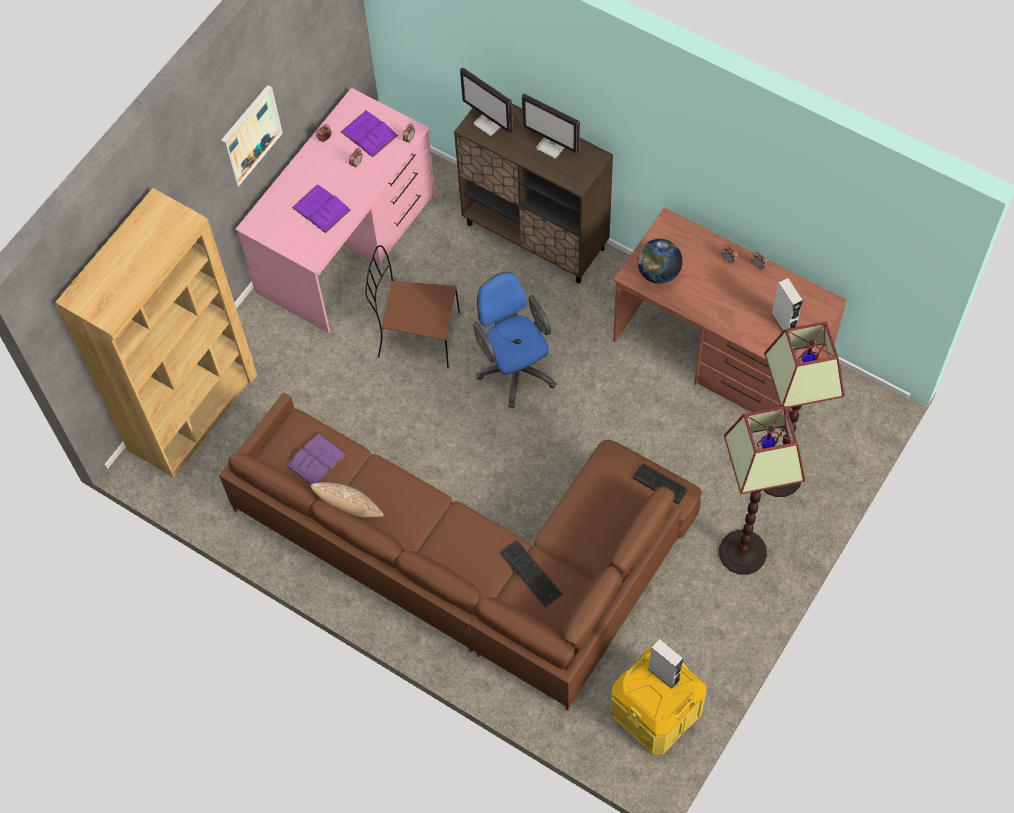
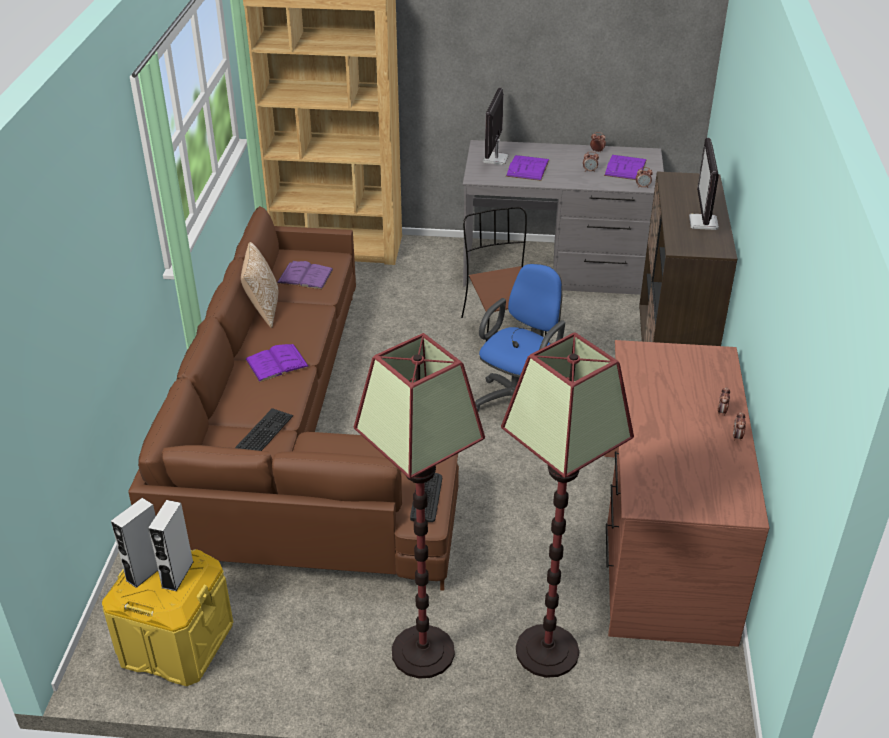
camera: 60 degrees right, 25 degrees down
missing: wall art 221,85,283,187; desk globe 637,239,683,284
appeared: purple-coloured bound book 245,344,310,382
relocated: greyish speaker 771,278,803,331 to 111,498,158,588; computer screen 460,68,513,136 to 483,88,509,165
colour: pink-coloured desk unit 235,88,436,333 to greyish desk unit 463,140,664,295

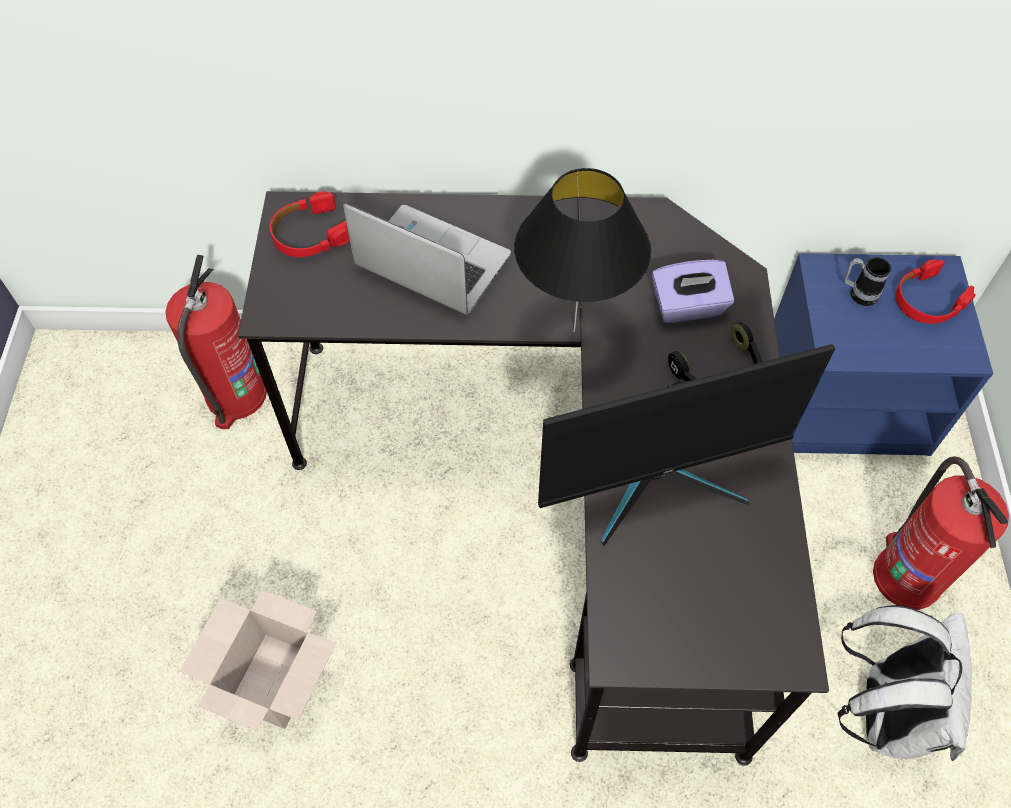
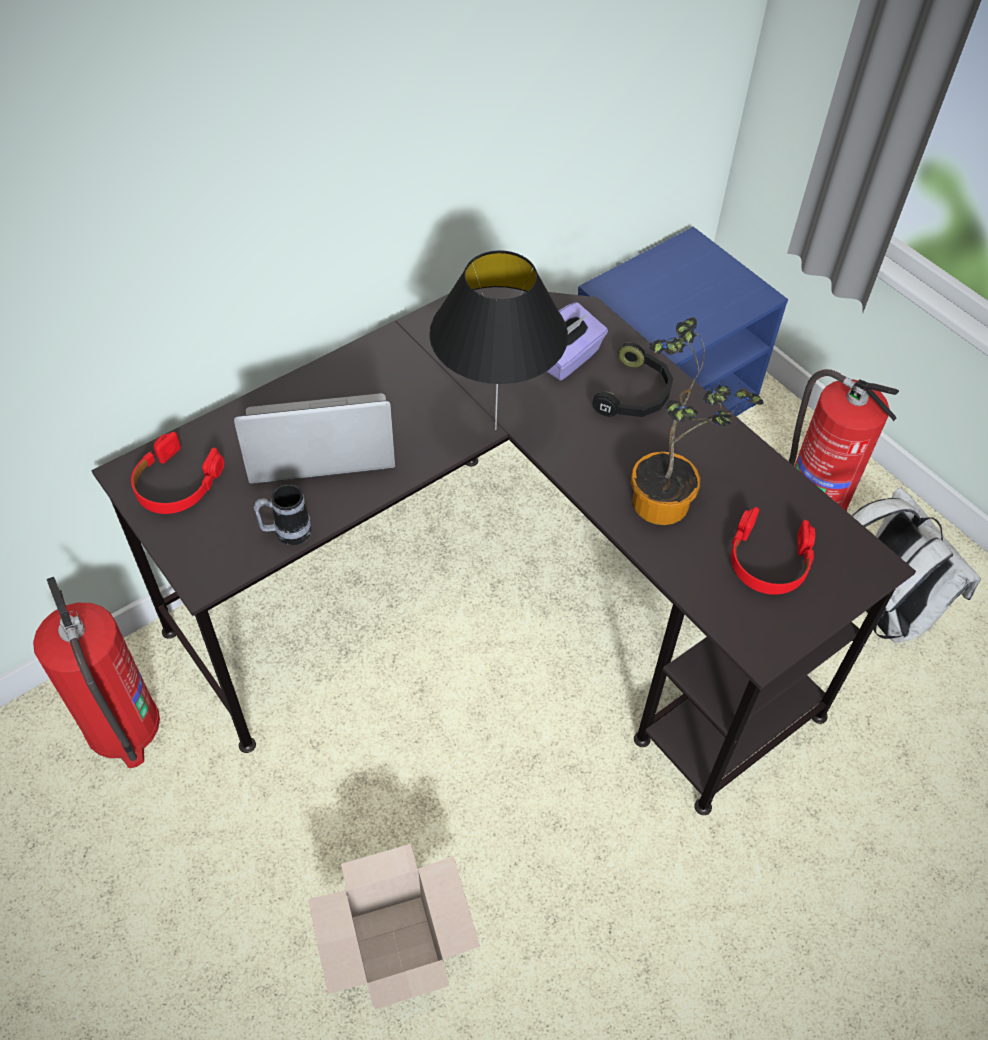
camera: 40 degrees left, 5 degrees down
relocated: coffee mug 844,257,891,306 to 254,484,312,545; red-coloured headset 896,259,976,324 to 731,507,815,595
exchanged: computer screen 538,344,835,546 to potted plant 631,317,764,525

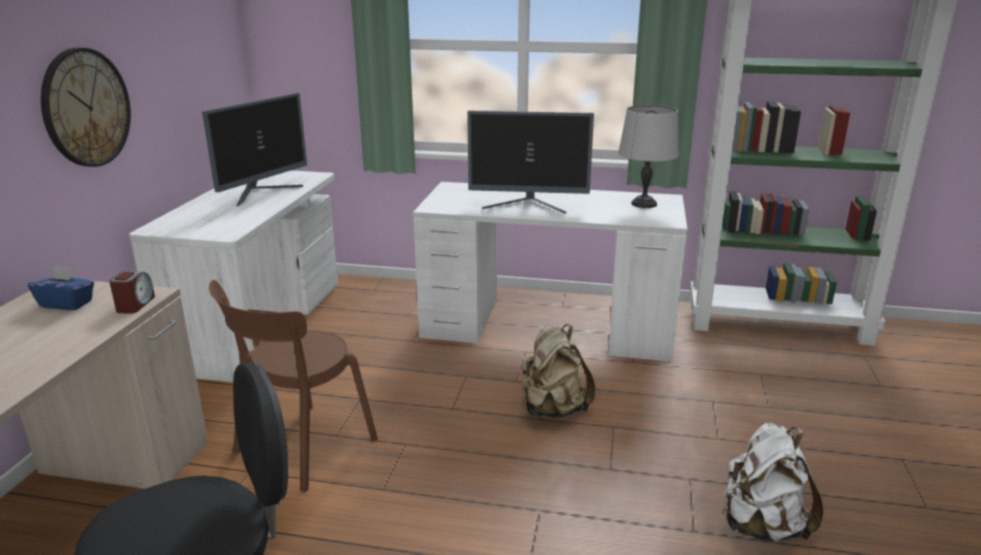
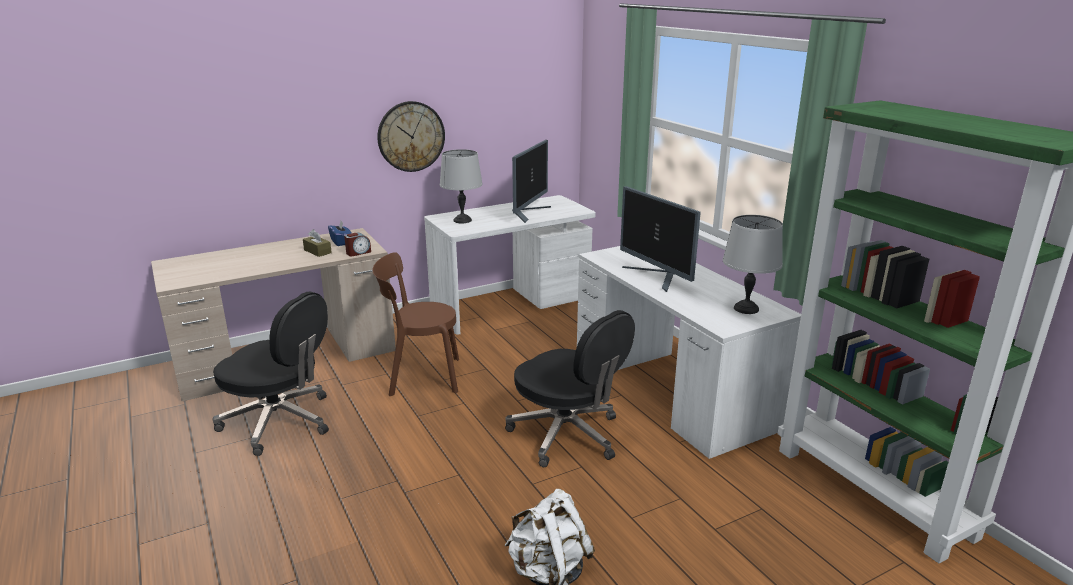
camera: 50 degrees right, 0 degrees up
appeared: brown tissue holder 303,229,332,257; greyish table lamp 440,149,483,223
exchanged: beige-coloured knapsack 522,324,595,418 to black office chair 505,310,635,467
spun: computer screen 202,93,307,207 = 512,140,551,223 60 degrees counterclockwise

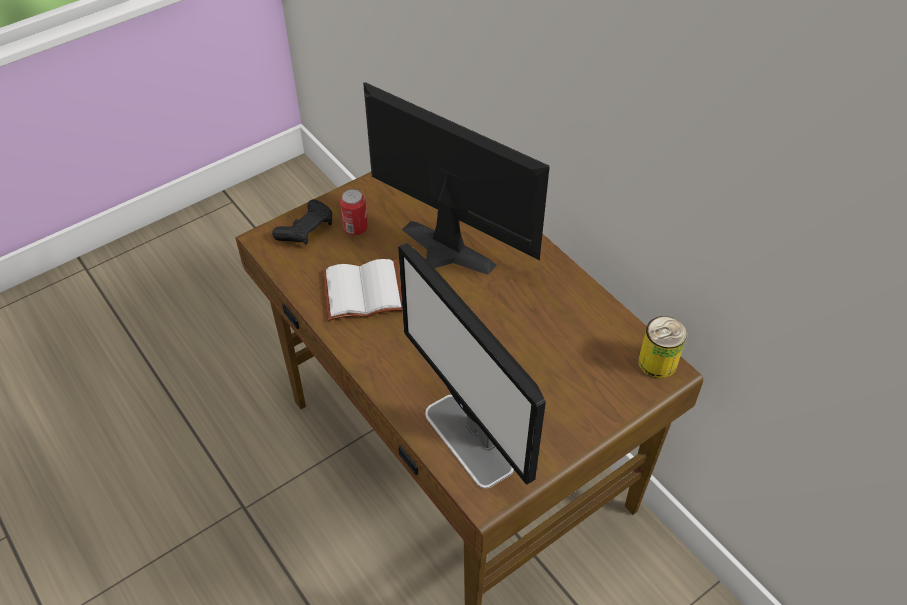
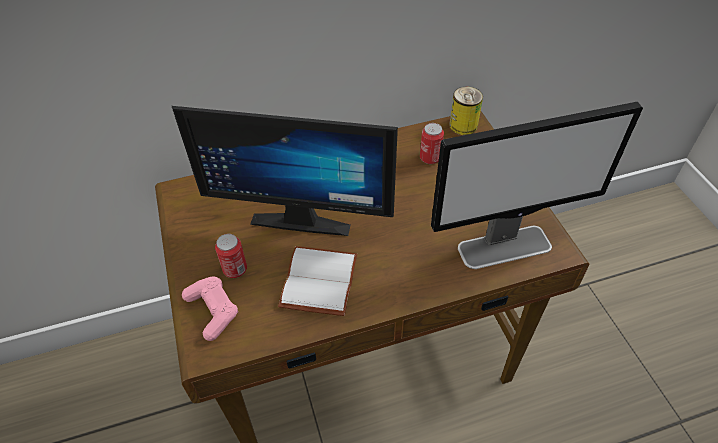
camera: 70 degrees left, 0 degrees up
appeared: can 420,123,444,164
colour: black gamepad 272,199,332,245 to pink-coloured gamepad 182,276,238,341
spun: computer screen 363,83,549,275 = 172,106,398,236 135 degrees counterclockwise

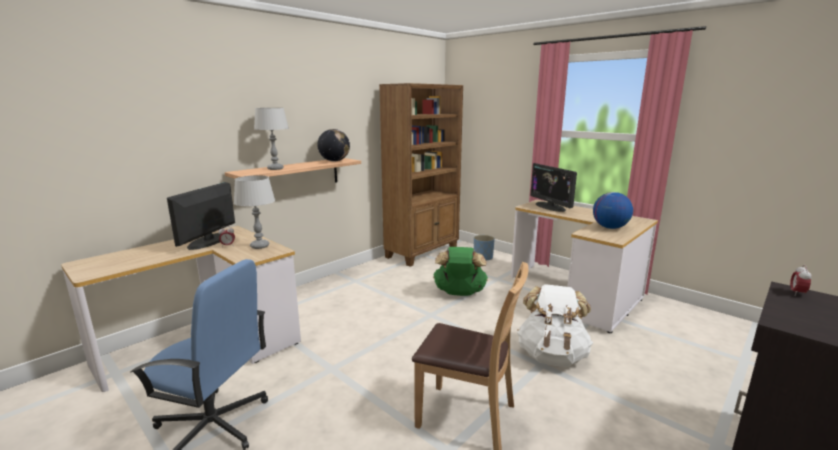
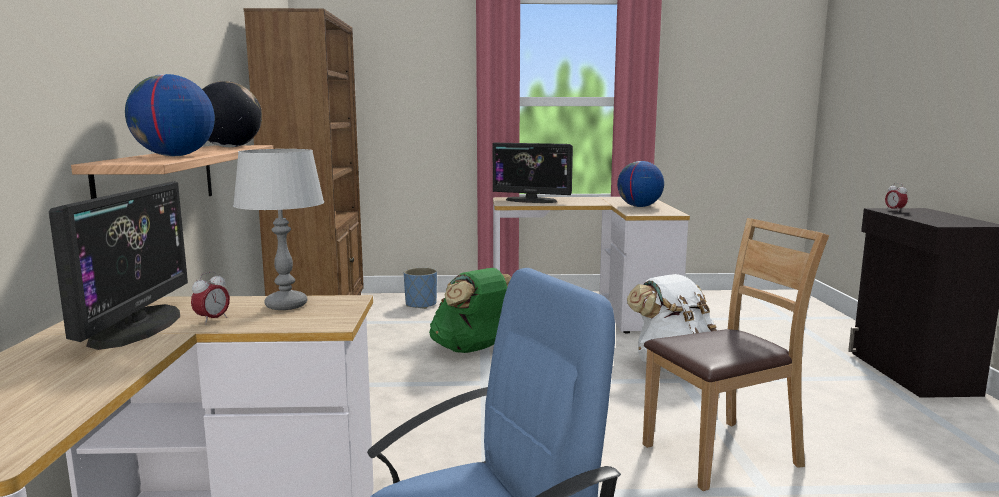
camera: 45 degrees left, 5 degrees down
exchanged: greyish table lamp 254,108,289,170 to desk globe 125,74,215,156
spun: computer screen 167,182,235,250 = 49,181,188,350 150 degrees counterclockwise

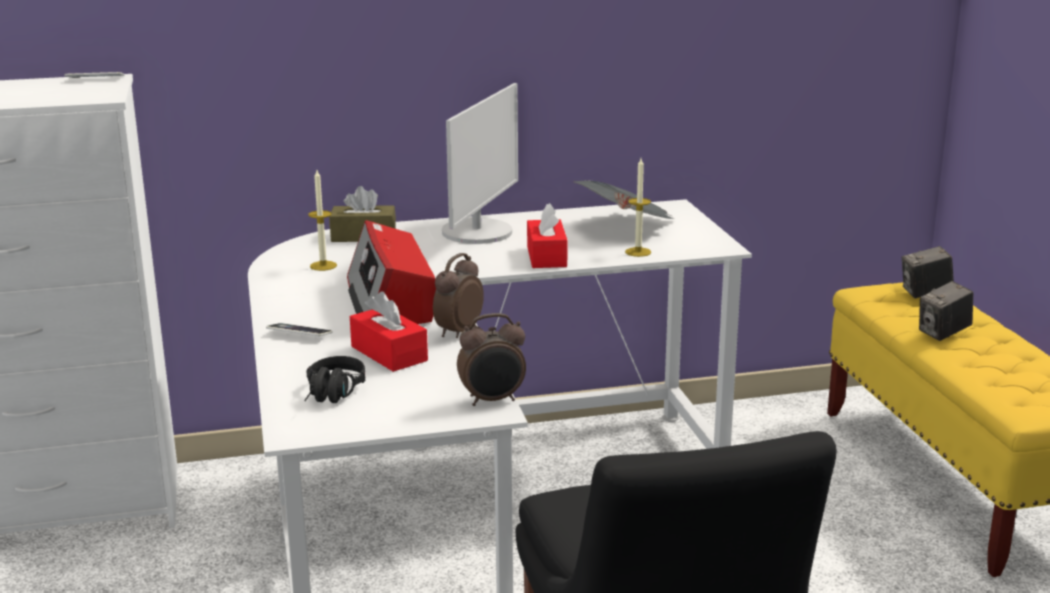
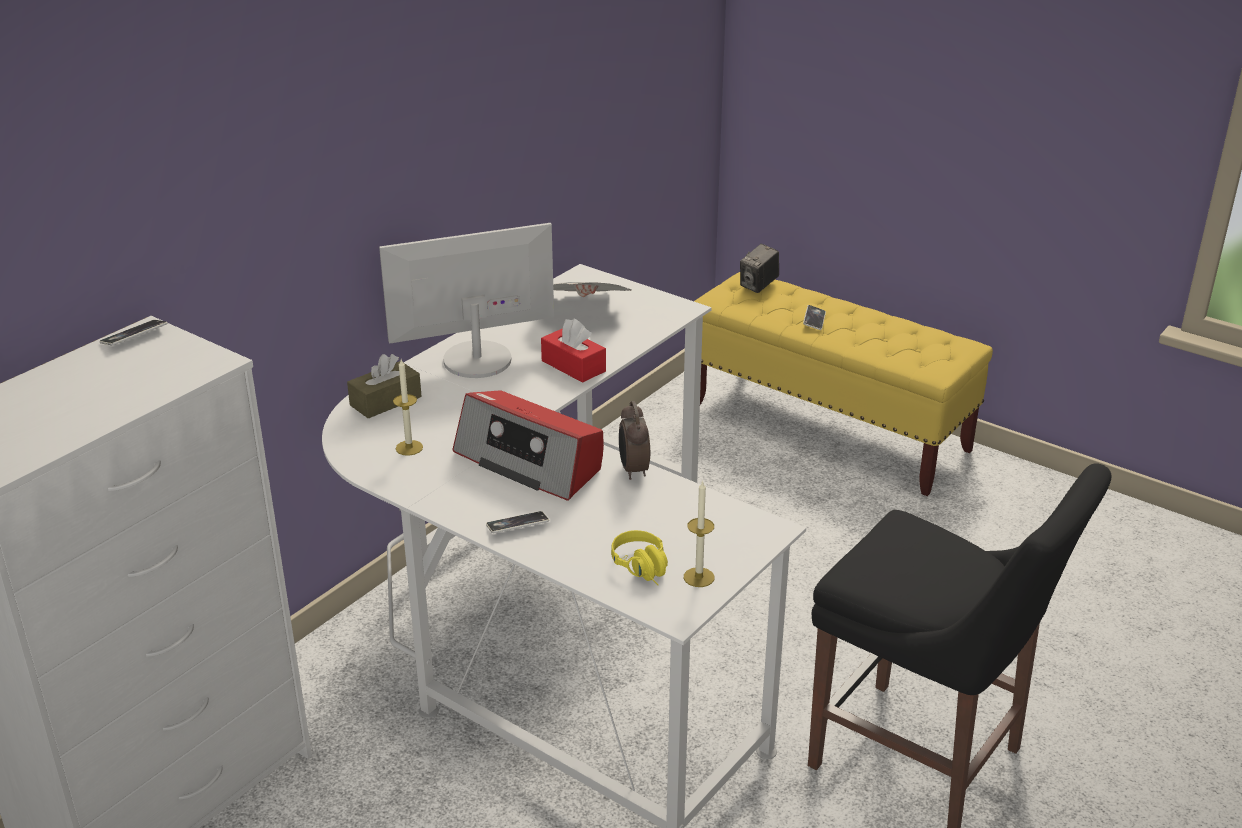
camera: 40 degrees left, 10 degrees up
missing: red-coloured tissue holder 350,292,428,372; bedside clock 457,313,526,406
relocated: candle 625,158,651,257 to 684,480,714,587
exchanged: photo camera 919,281,973,341 to handset 803,305,826,330
colour: black headset 304,356,365,403 to yellow-coloured headset 611,530,668,585
spun: computer screen 442,83,518,244 = 379,223,554,378 90 degrees counterclockwise

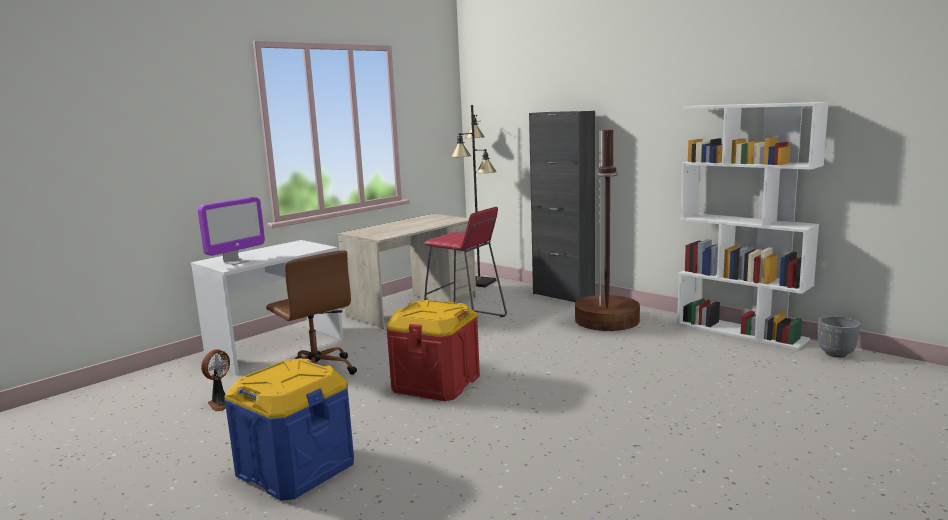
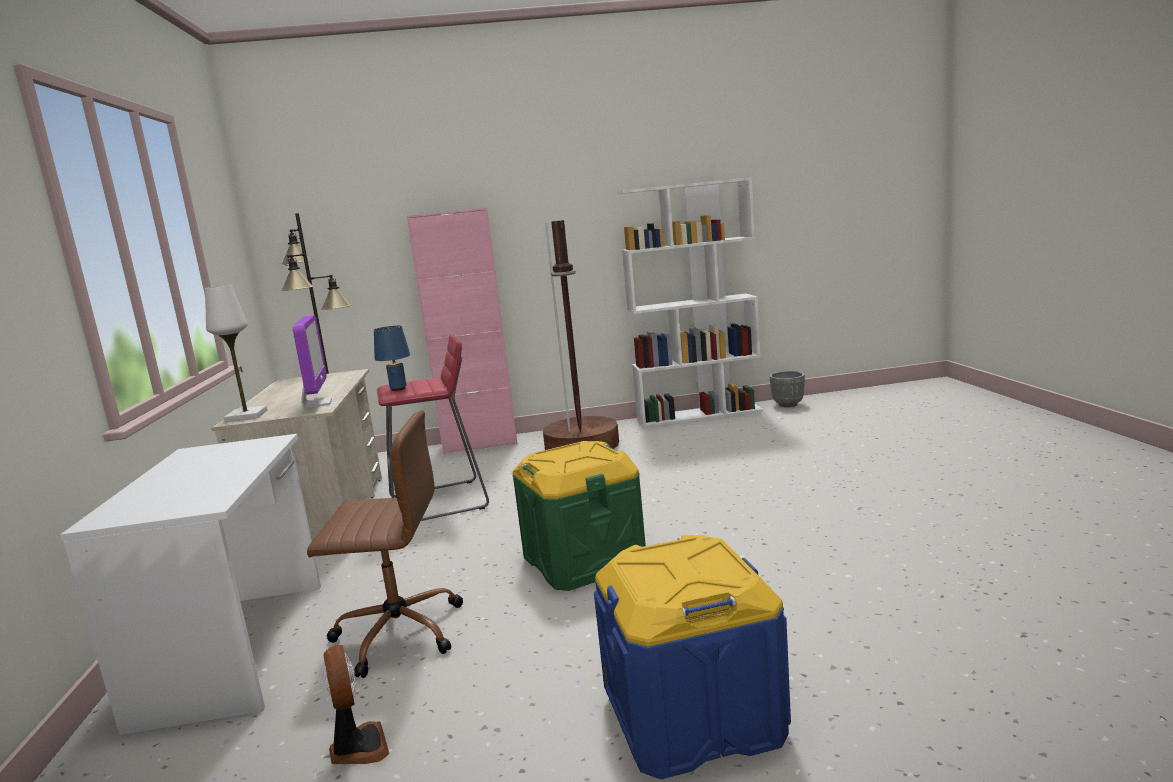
camera: 50 degrees left, 0 degrees up
appeared: whitish table lamp 205,285,267,422; bluish table lamp 374,326,410,391
relocated: computer screen 198,197,265,265 to 293,315,332,408
colour: black cupboard 529,111,595,302 to pink-coloured cupboard 407,208,518,455; red-coloured storage bin 386,300,480,401 to green-coloured storage bin 512,441,646,591

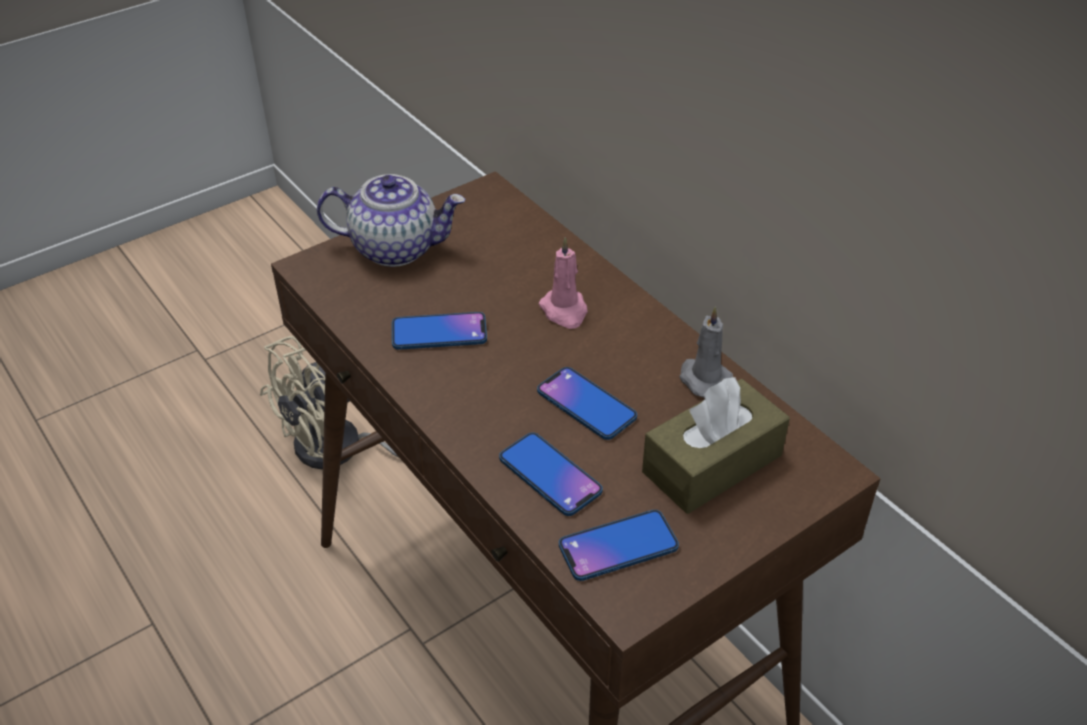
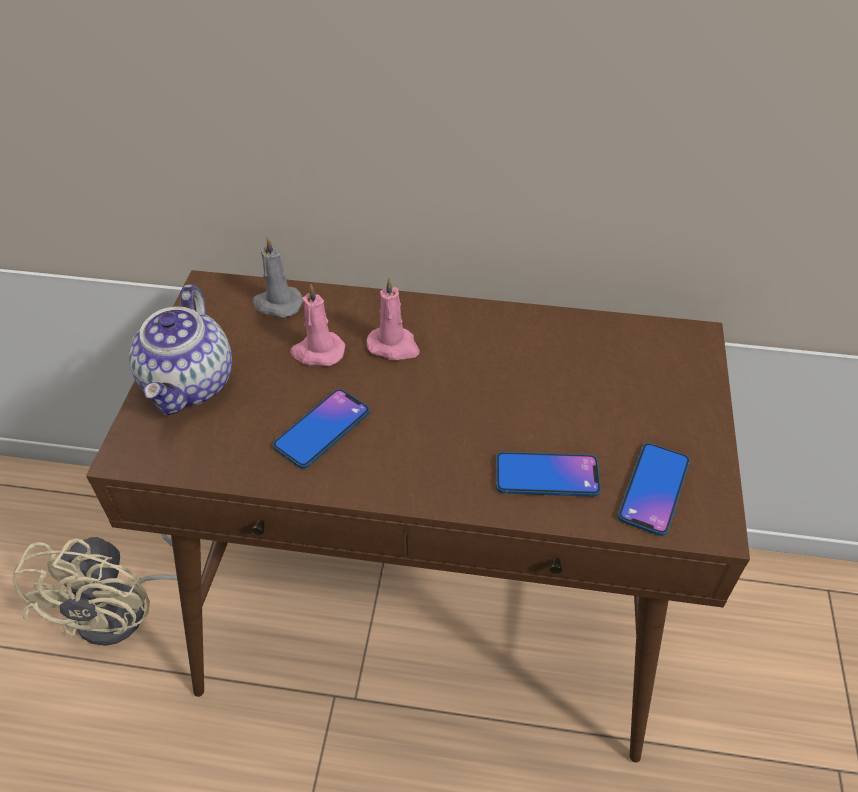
camera: 45 degrees left, 5 degrees up
missing: handset 537,367,637,440; brown tissue holder 642,377,790,514
appeared: pink-coloured candle 290,283,345,366
relocated: greyish candle 679,307,733,398 to 252,236,303,318
spun: pot for tea 317,174,465,267 = 129,285,232,415 135 degrees clockwise

